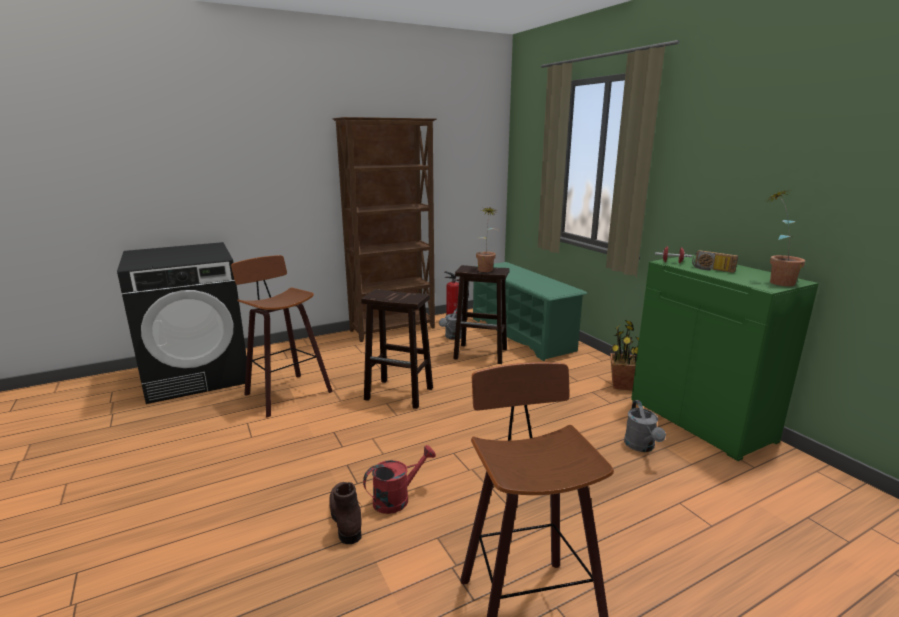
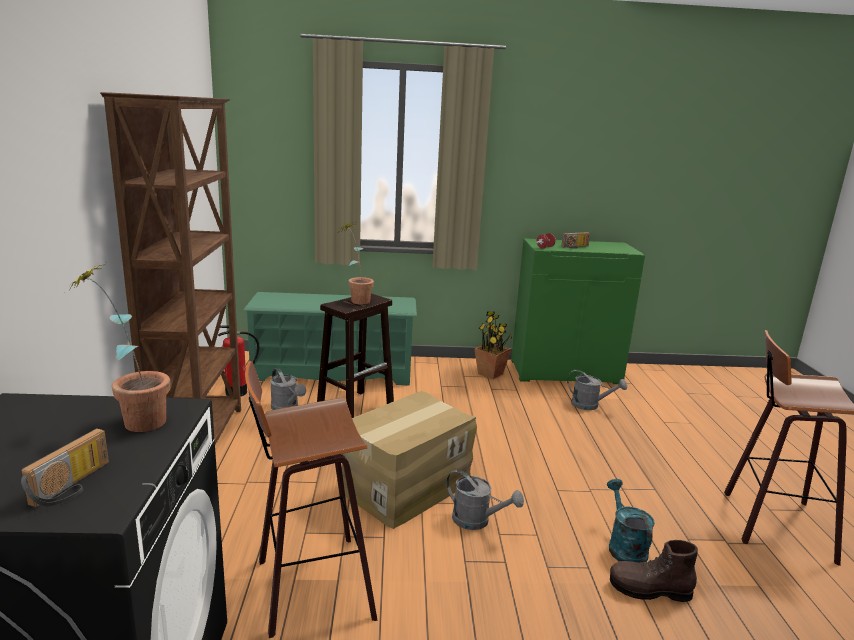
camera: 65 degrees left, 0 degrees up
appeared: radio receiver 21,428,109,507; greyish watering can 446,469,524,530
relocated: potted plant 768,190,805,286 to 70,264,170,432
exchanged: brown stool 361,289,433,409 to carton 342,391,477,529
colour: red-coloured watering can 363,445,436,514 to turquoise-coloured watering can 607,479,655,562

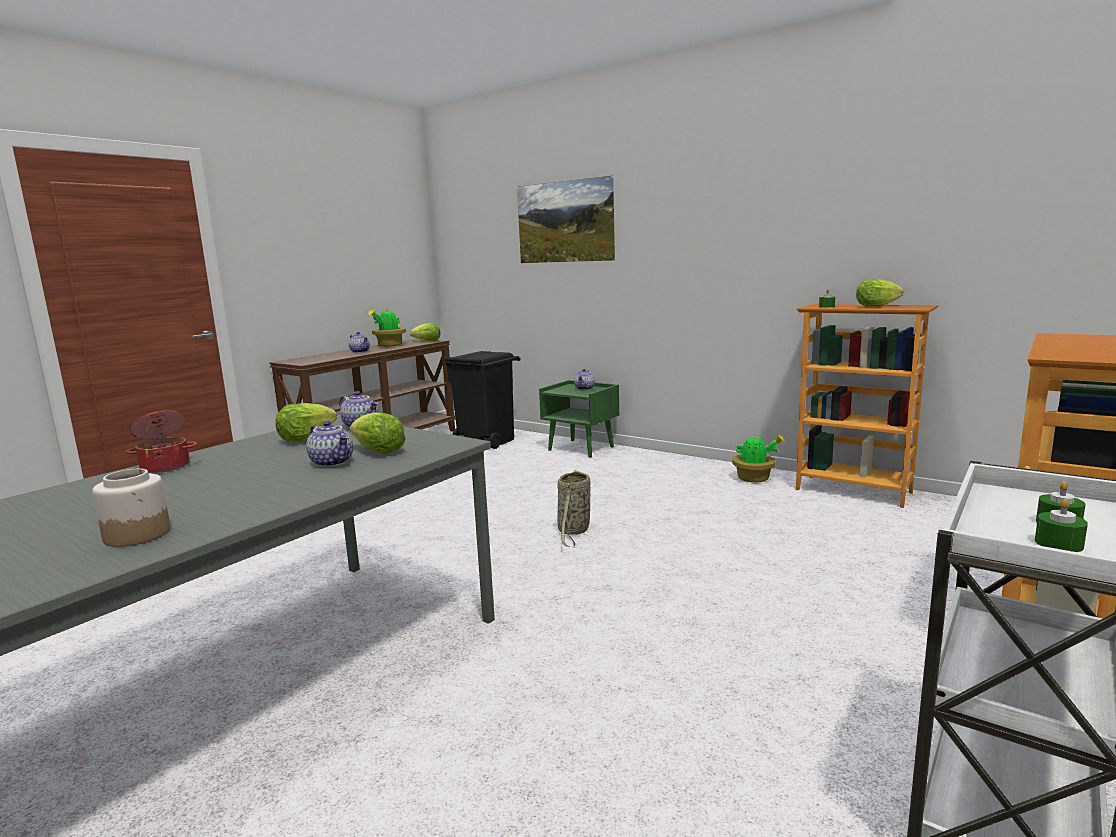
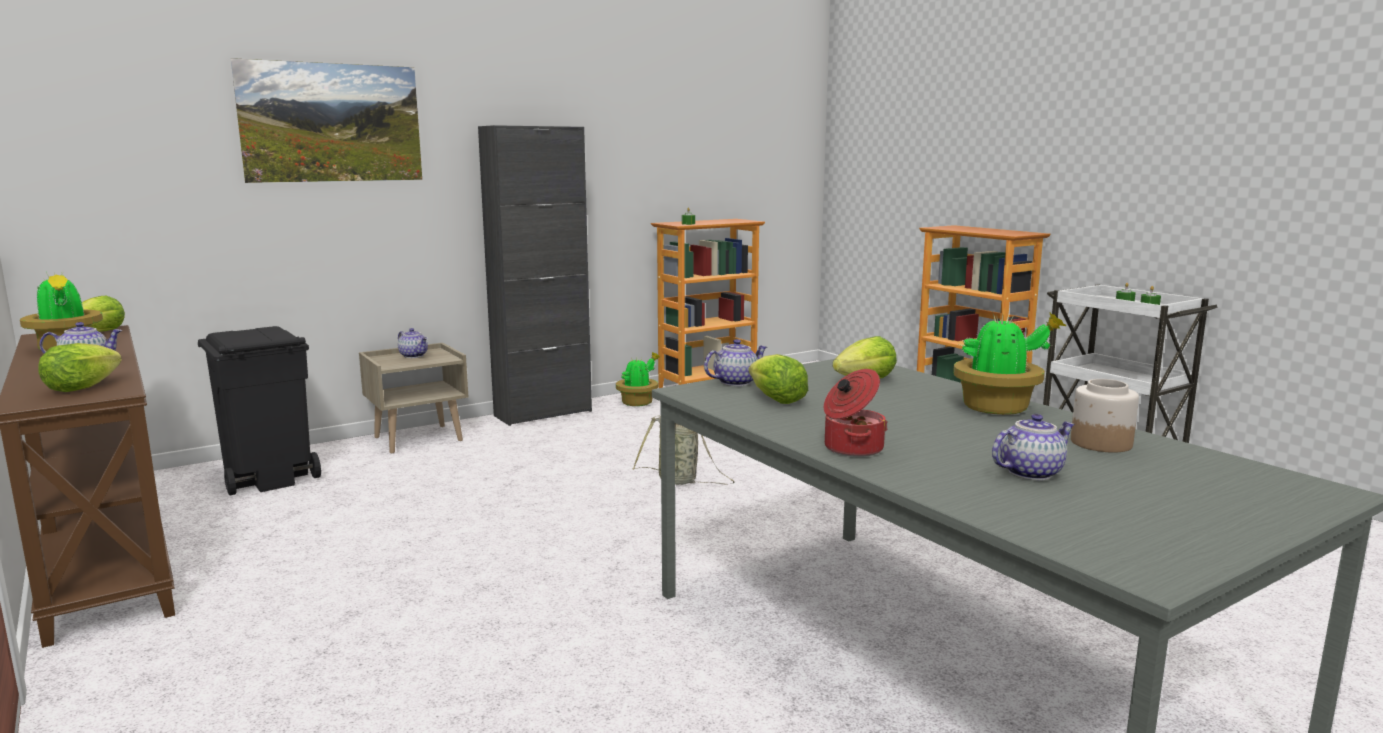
camera: 70 degrees left, 0 degrees up
appeared: black cupboard 478,125,592,426; potted plant 953,312,1067,415
relocated: lettuce head 856,279,904,307 to 38,343,122,392; pot for tea 306,421,353,467 to 992,414,1075,480
colour: green-coloured night table 539,380,619,458 to beige-coloured night table 359,343,468,453

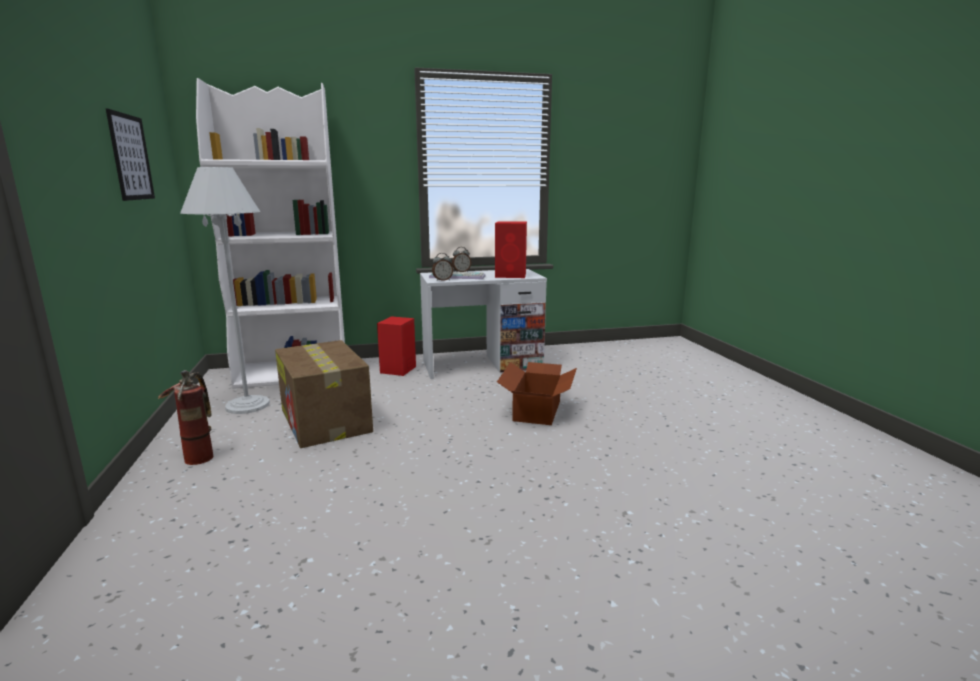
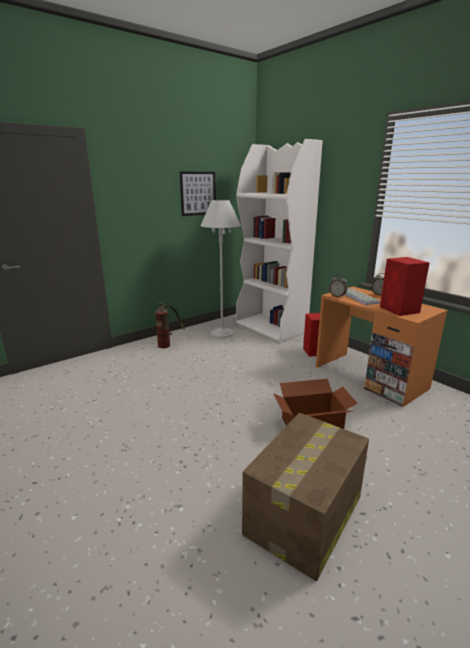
camera: 65 degrees right, 5 degrees up
relocated: carton 275,340,373,448 to 242,413,369,581
colour: whitish desk unit 420,269,547,379 to orangey desk unit 316,286,448,407

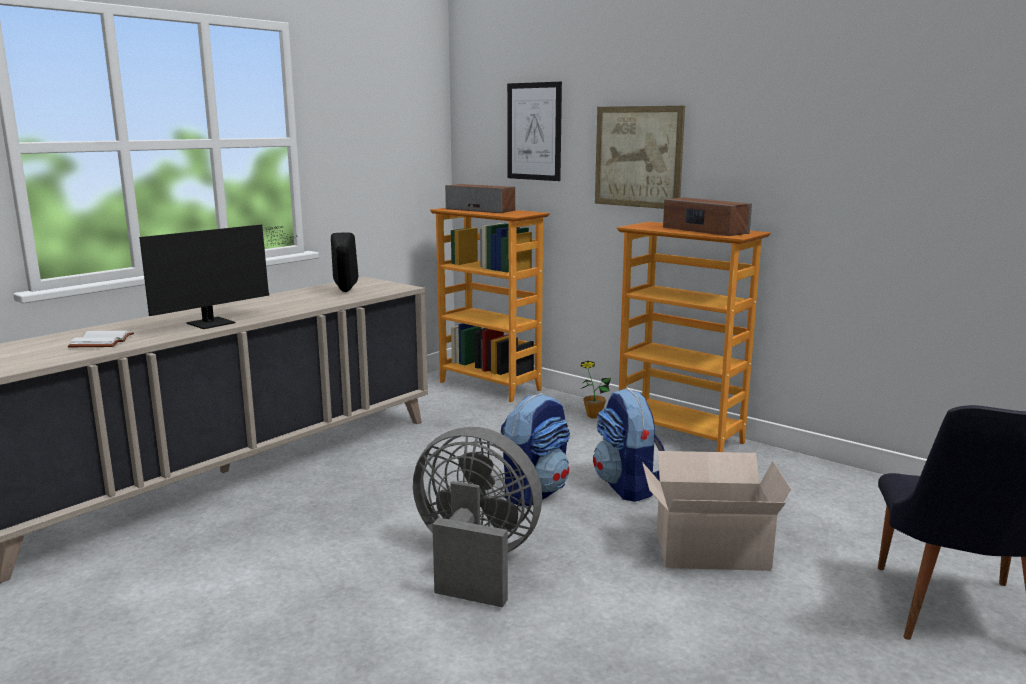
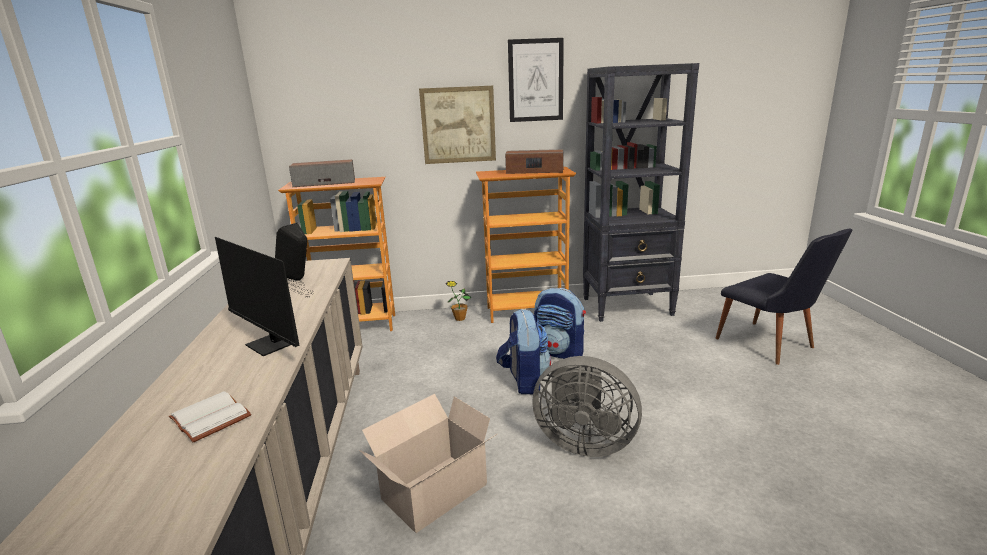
camera: 45 degrees left, 5 degrees up
appeared: black shelving unit 583,63,699,322
relocated: carton 642,451,791,571 to 359,394,497,533; wall art 507,82,562,181 to 508,38,564,122
spun: computer screen 139,225,298,329 = 215,237,314,356 135 degrees clockwise; greyish electric fan 413,427,542,608 = 532,356,642,457 135 degrees counterclockwise

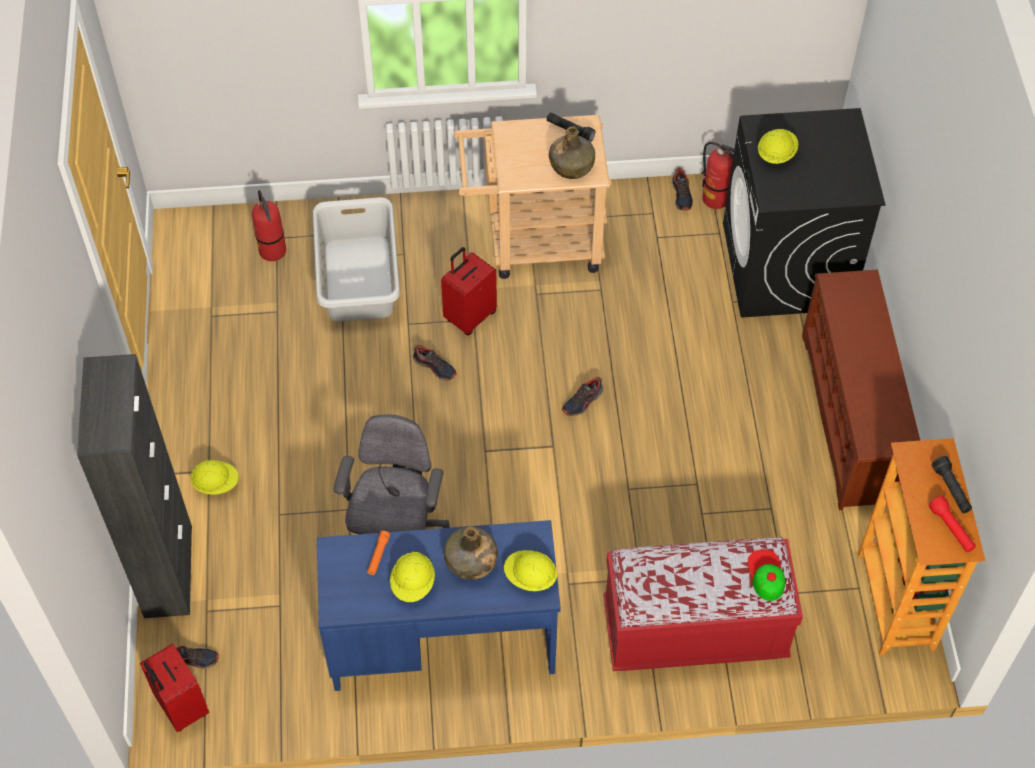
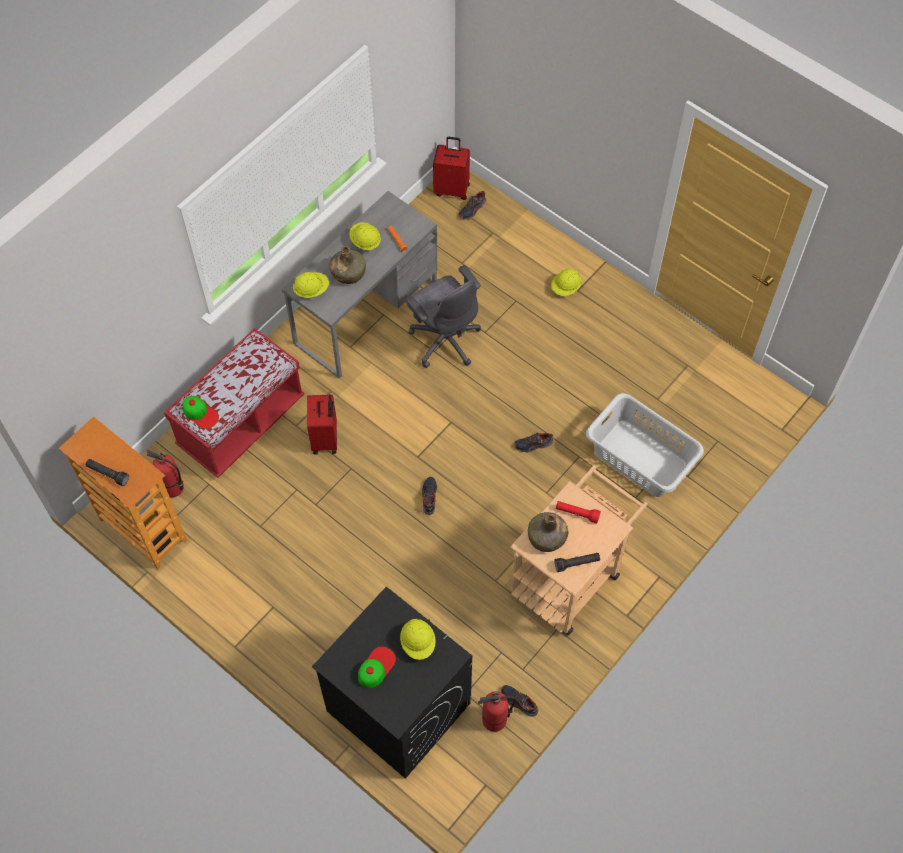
camera: 135 degrees right, 5 degrees up
missing: black cupboard 77,354,192,618; brown shoe shelf 802,269,920,510
appeared: cap 358,647,396,688
relocated: extinguisher 252,190,286,261 to 147,450,184,498; red-coloured travel case 441,247,497,335 to 307,394,337,455; red-coloured torch 929,496,976,552 to 556,501,601,524
colour: bluish desk unit 317,520,561,691 to greyish desk unit 282,191,437,379

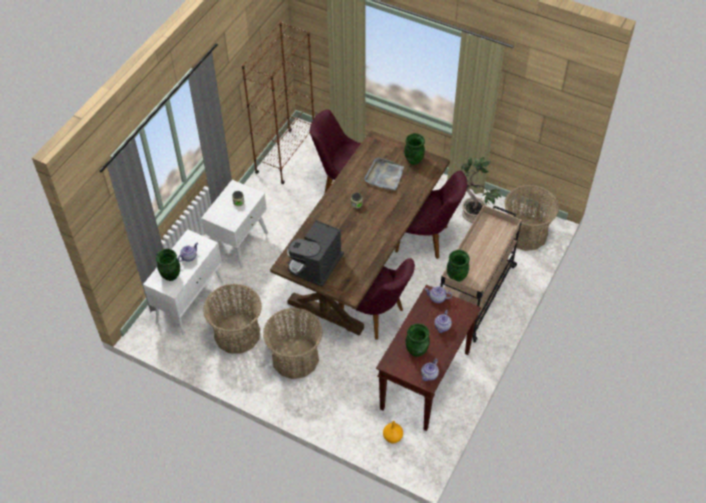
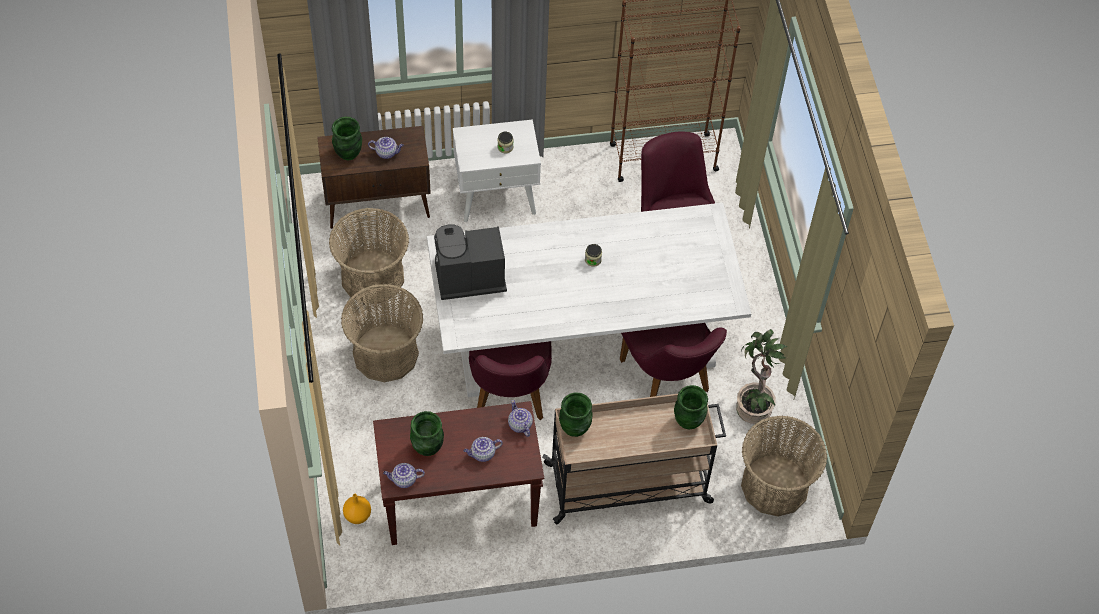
camera: 50 degrees right, 5 degrees up
missing: greyish tray 364,157,404,191
relocated: green-coloured vase 404,133,425,165 to 674,385,708,429
colour: whitish cupboard 143,229,223,335 to brown cupboard 317,126,431,229; brown dinner table 270,130,450,336 to whitish dinner table 427,203,751,397

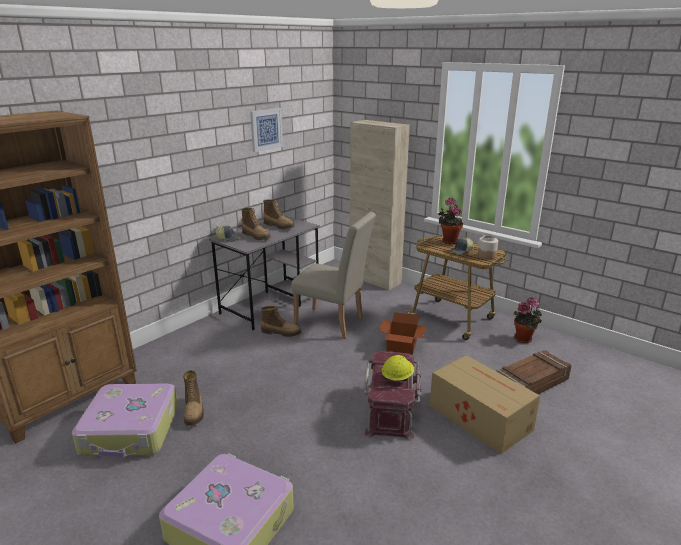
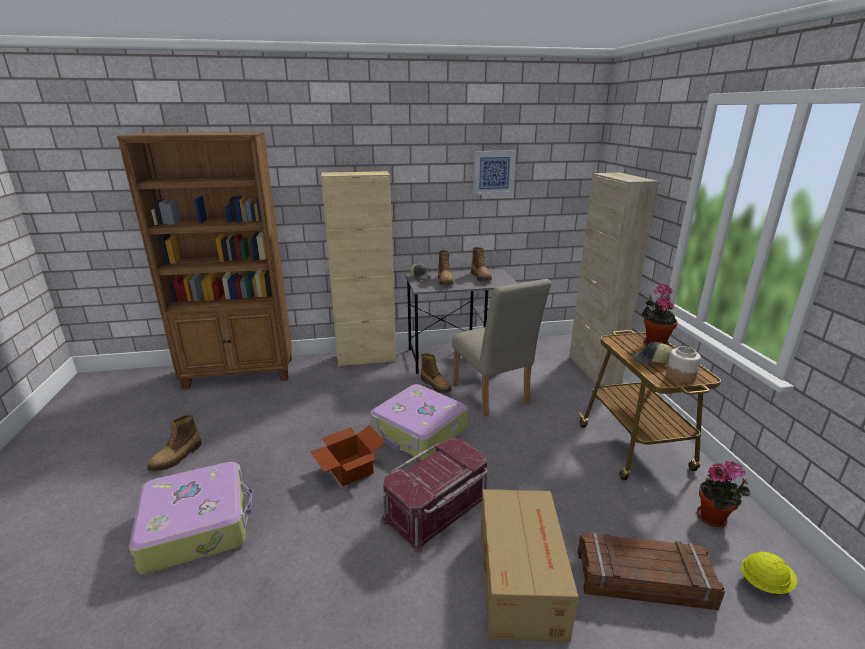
camera: 40 degrees right, 0 degrees up
appeared: beige-coloured cupboard 321,171,396,367
relocated: boot 183,370,204,426 to 147,415,201,471; carton 379,312,426,355 to 310,425,385,487; travel case 72,384,178,457 to 370,384,468,460; yellow-coloured hard hat 381,355,414,381 to 741,552,797,595

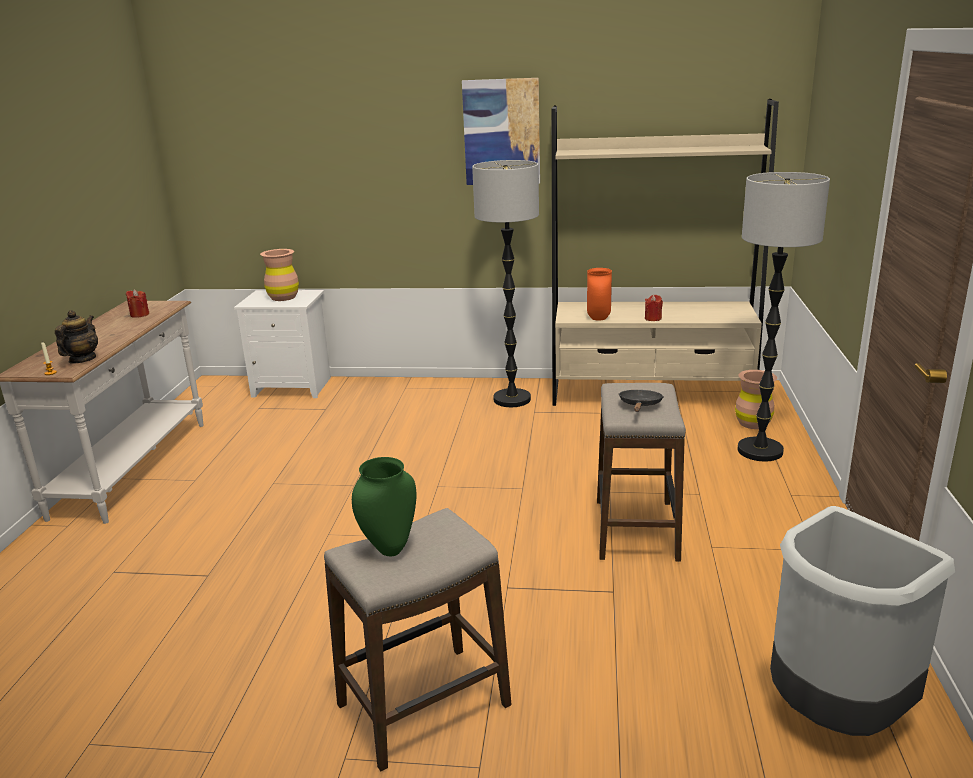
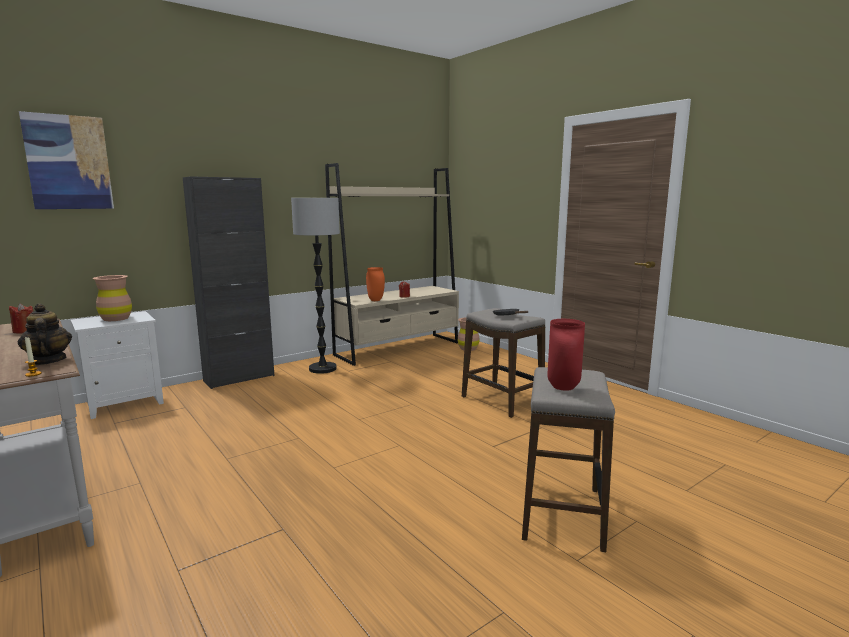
camera: 45 degrees left, 10 degrees down
missing: floor lamp 738,172,830,461; greyish trash can 770,506,955,736
appeared: black cupboard 183,176,274,389
relocated: wall art 462,78,540,185 to 19,111,114,209
colour: green-coloured vase 352,457,416,556 to red-coloured vase 547,319,585,391

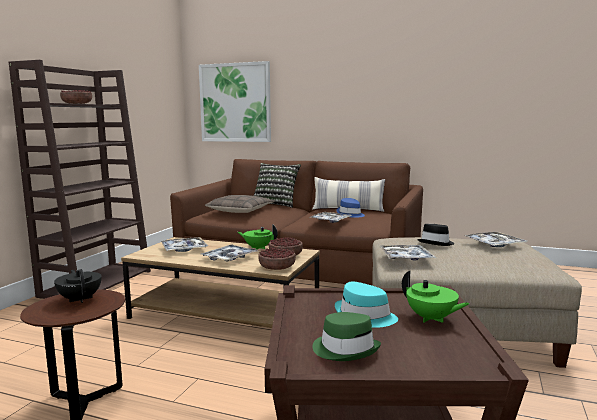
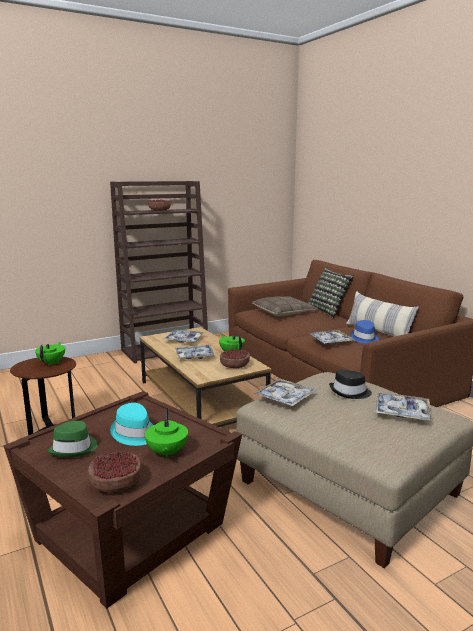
camera: 40 degrees right, 5 degrees up
missing: wall art 199,61,271,142
relocated: serving bowl 258,248,296,270 to 88,450,141,492
colour: black pot for tea 54,269,102,303 to green-coloured pot for tea 35,342,65,366

